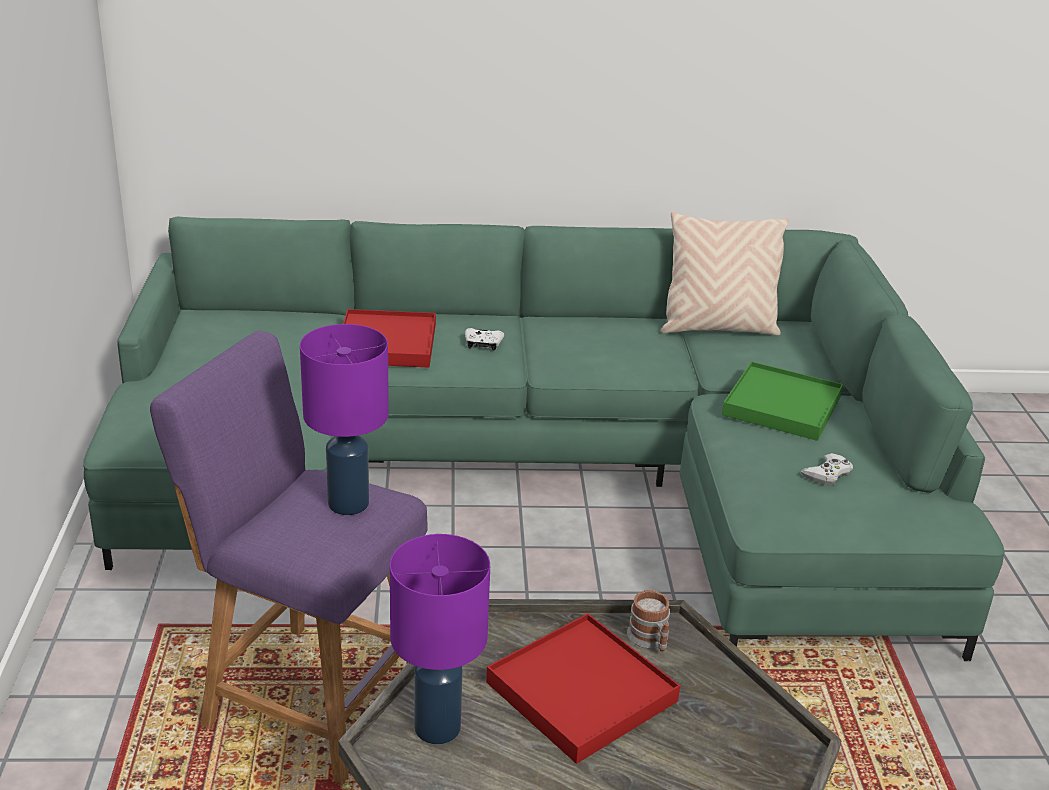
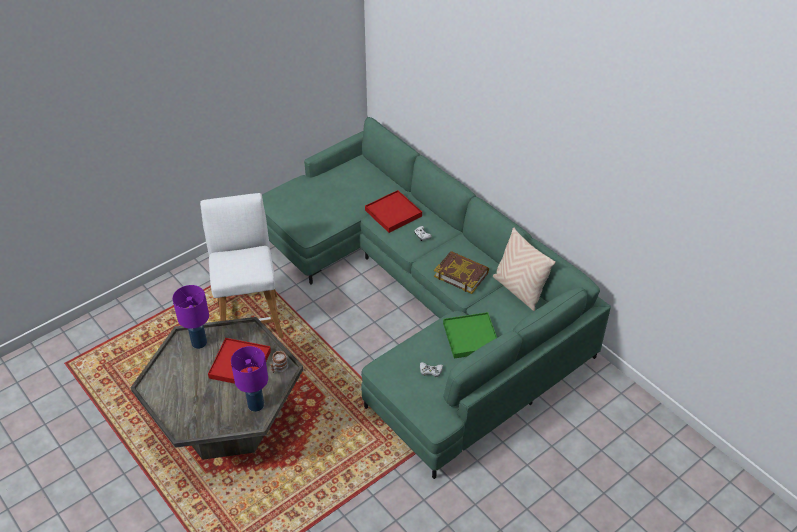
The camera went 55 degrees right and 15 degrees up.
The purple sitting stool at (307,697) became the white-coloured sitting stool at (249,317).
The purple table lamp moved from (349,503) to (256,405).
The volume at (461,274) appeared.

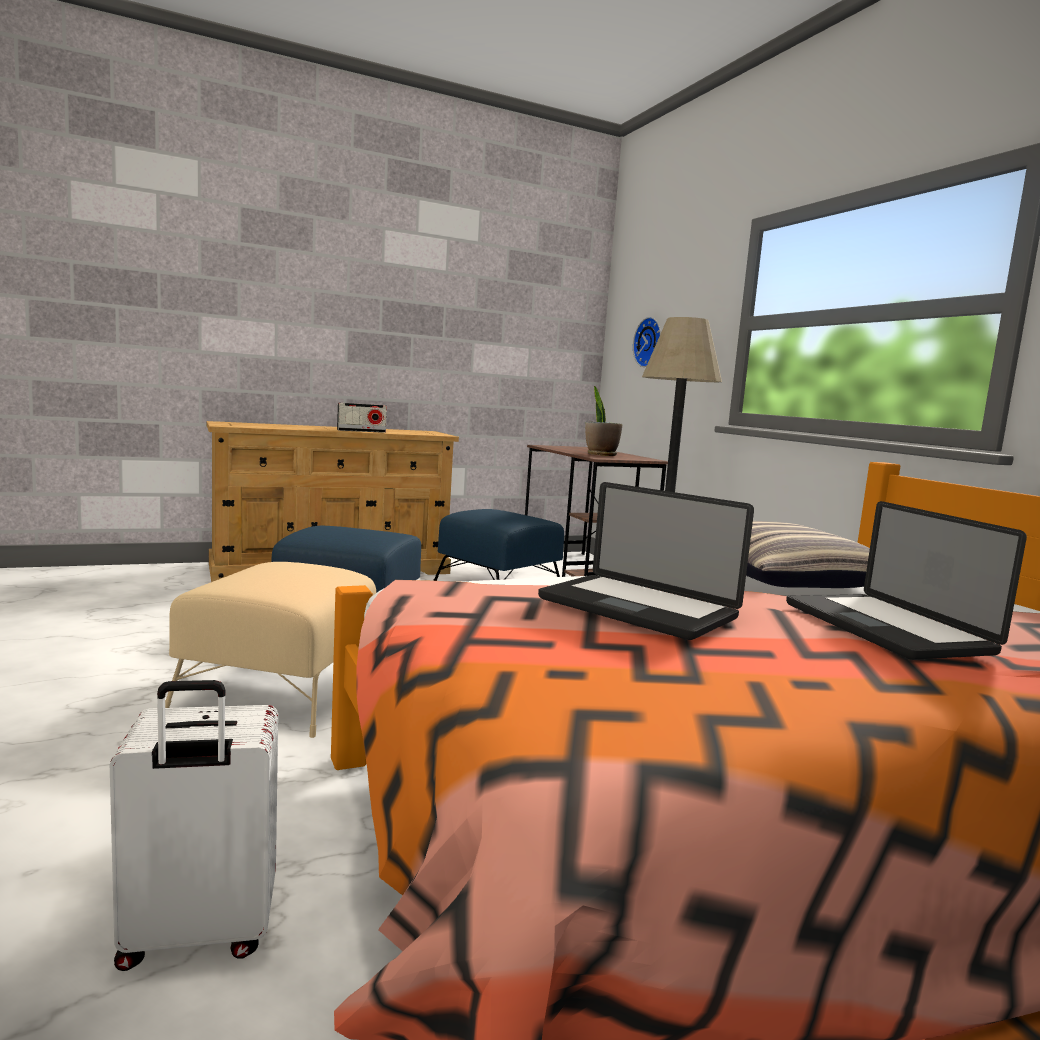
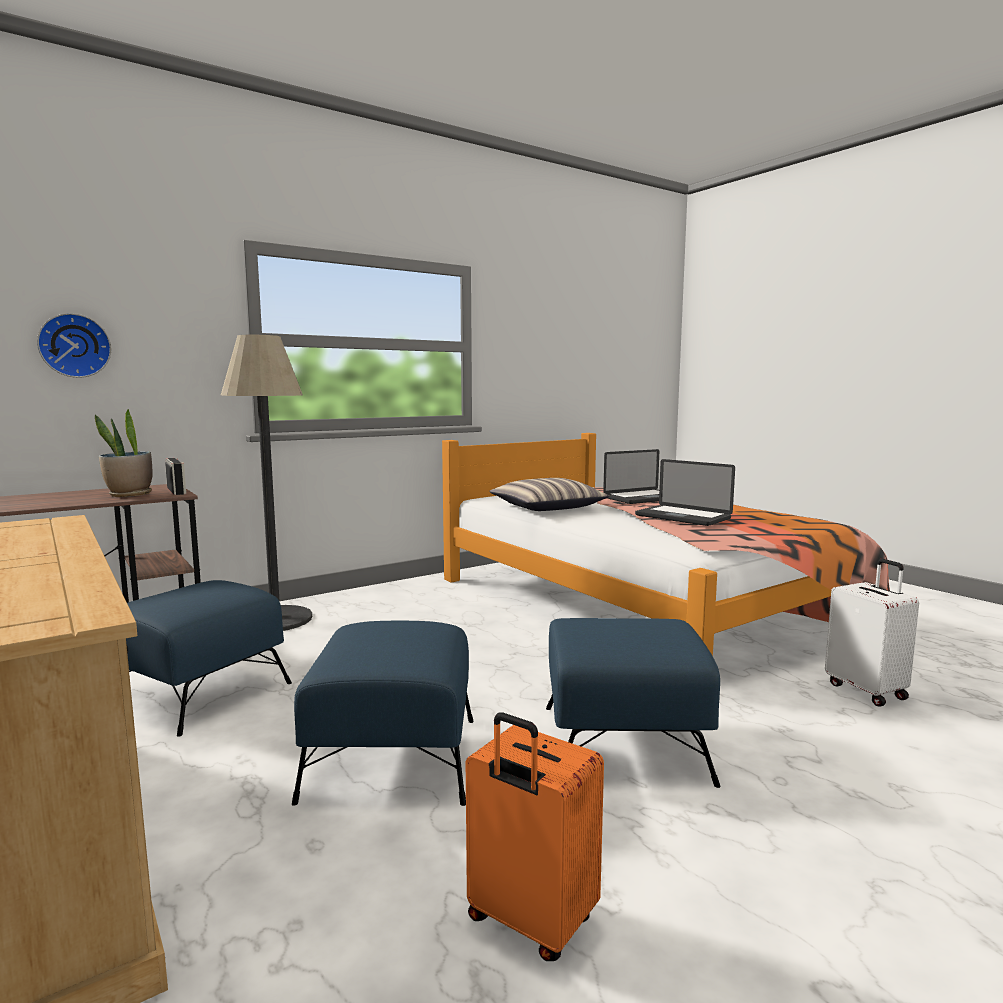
The camera went 100 degrees left and 0 degrees up.
The beige-coloured footrest at (281,692) became the blue-coloured footrest at (622,742).
The radio moved from (361,431) to (176,491).
The portable computer at (636,608) turned 105 degrees clockwise.
The orange-coloured suitcase at (529,922) appeared.

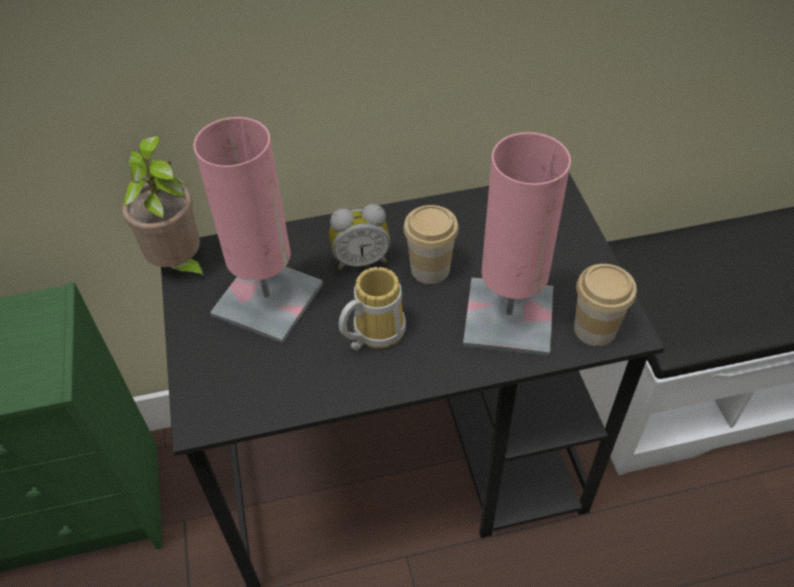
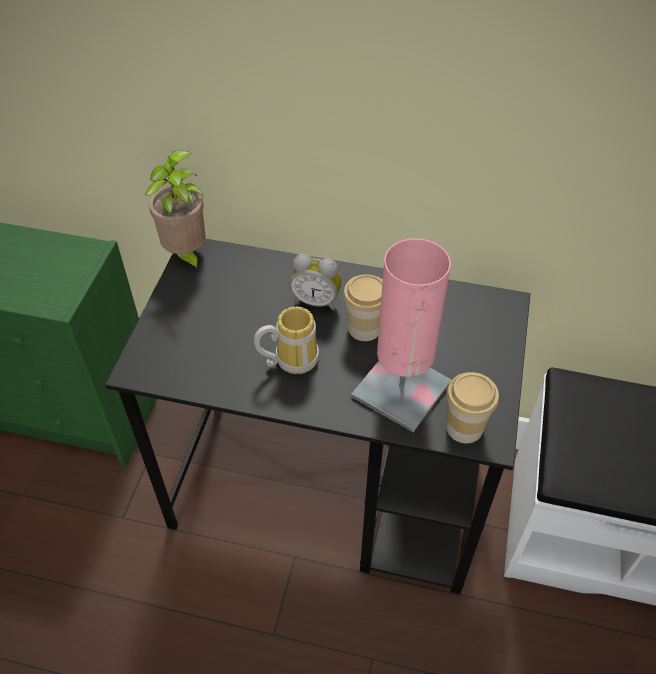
The camera went 25 degrees right and 0 degrees up.
The pinkish table lamp at (268,300) disappeared.

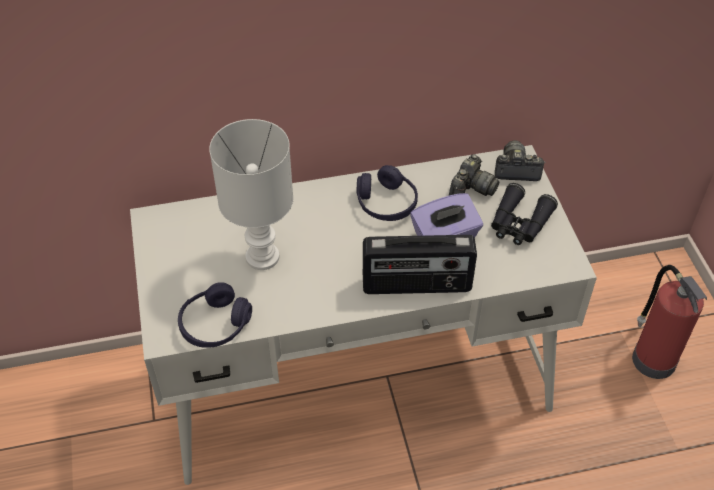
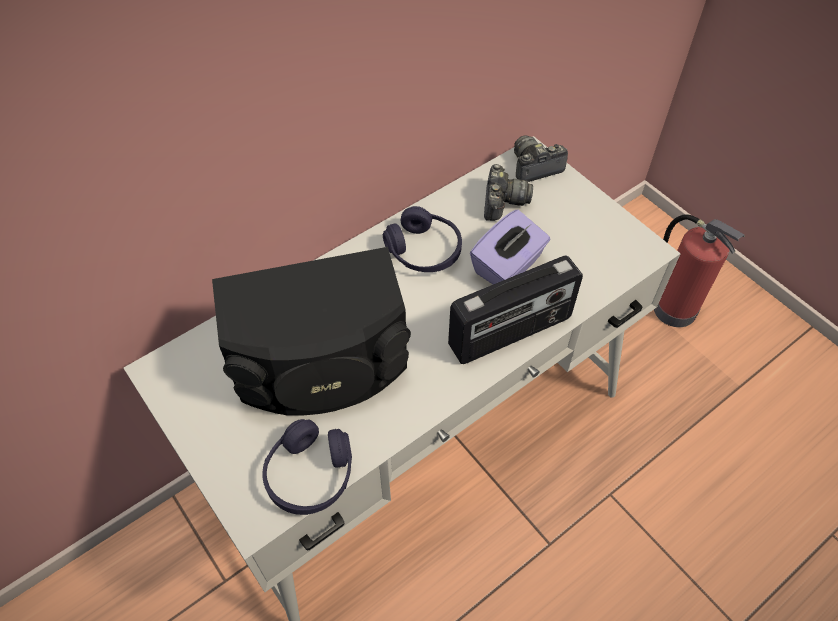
The camera went 25 degrees left and 5 degrees up.
The white-coloured table lamp at (264,256) was replaced by the blackish loudspeaker at (321,365).
The blackish pair of binoculars at (519,224) disappeared.

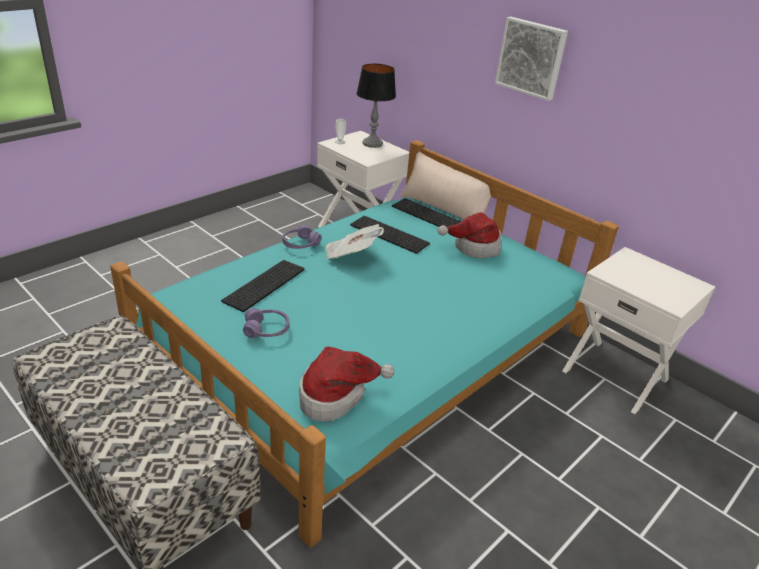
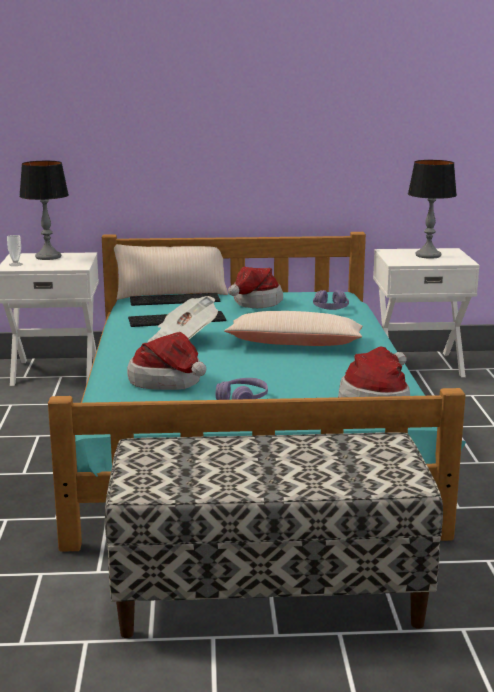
The camera went 45 degrees left and 15 degrees down.
The keyboard at (265,286) was replaced by the clothing hat at (169,382).
The purple headphones moved from (300,244) to (330,308).
The wall art at (531,58) disappeared.
The beige-coloured throw pillow at (294,344) appeared.
The table lamp at (428,255) appeared.

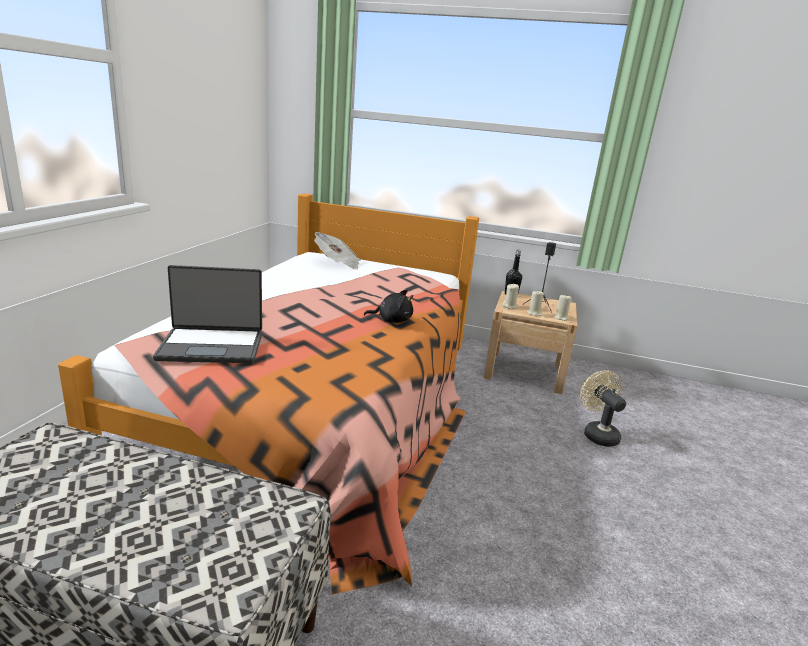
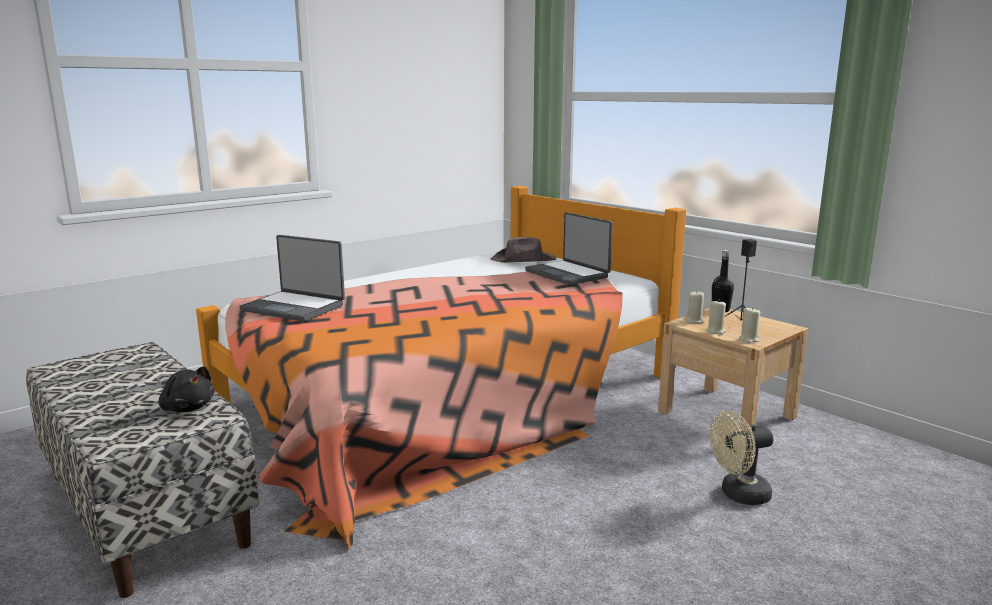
The camera went 35 degrees right and 5 degrees down.
The newspaper at (337,264) was replaced by the brownish clothing hat at (524,260).
The blackish plush toy moved from (392,320) to (187,408).
The beige-coloured cooling fan at (597,434) turned 120 degrees counterclockwise.
The portable computer at (568,274) appeared.

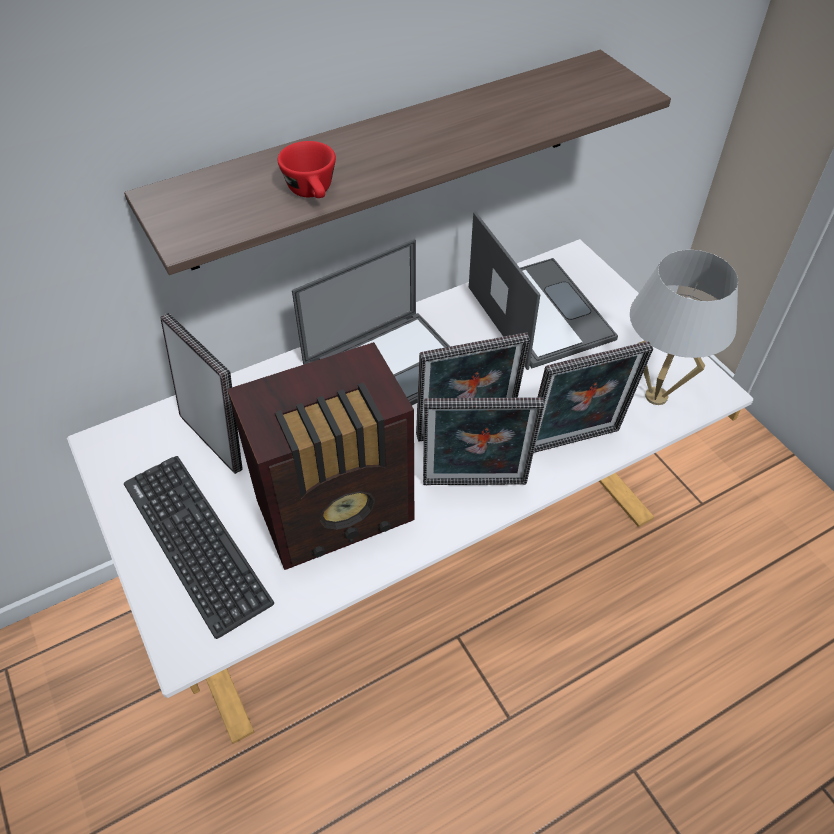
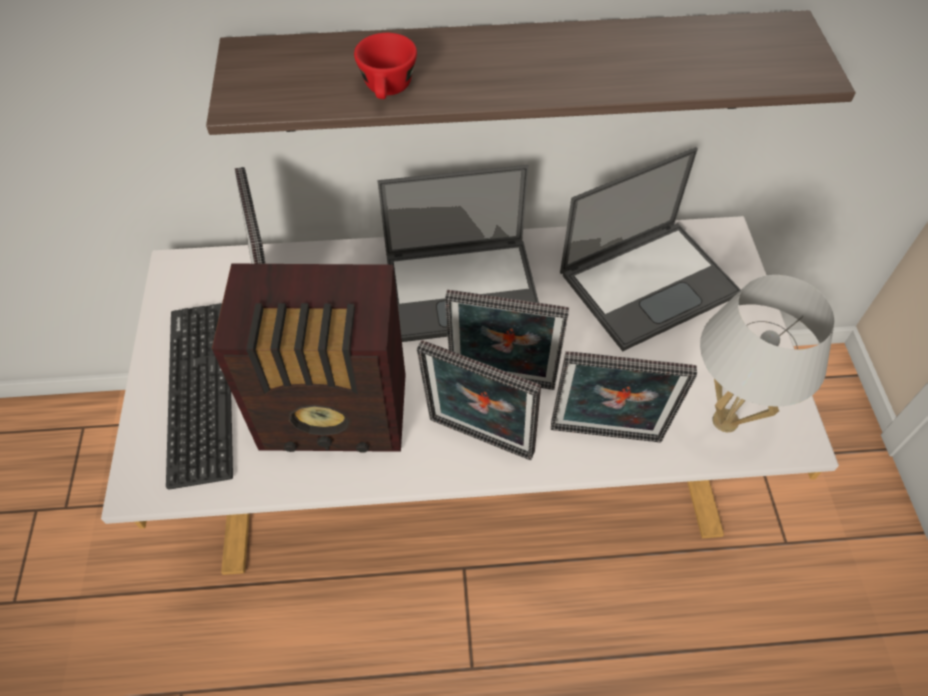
The camera went 25 degrees right and 5 degrees up.
The portable computer at (538,312) turned 60 degrees clockwise.

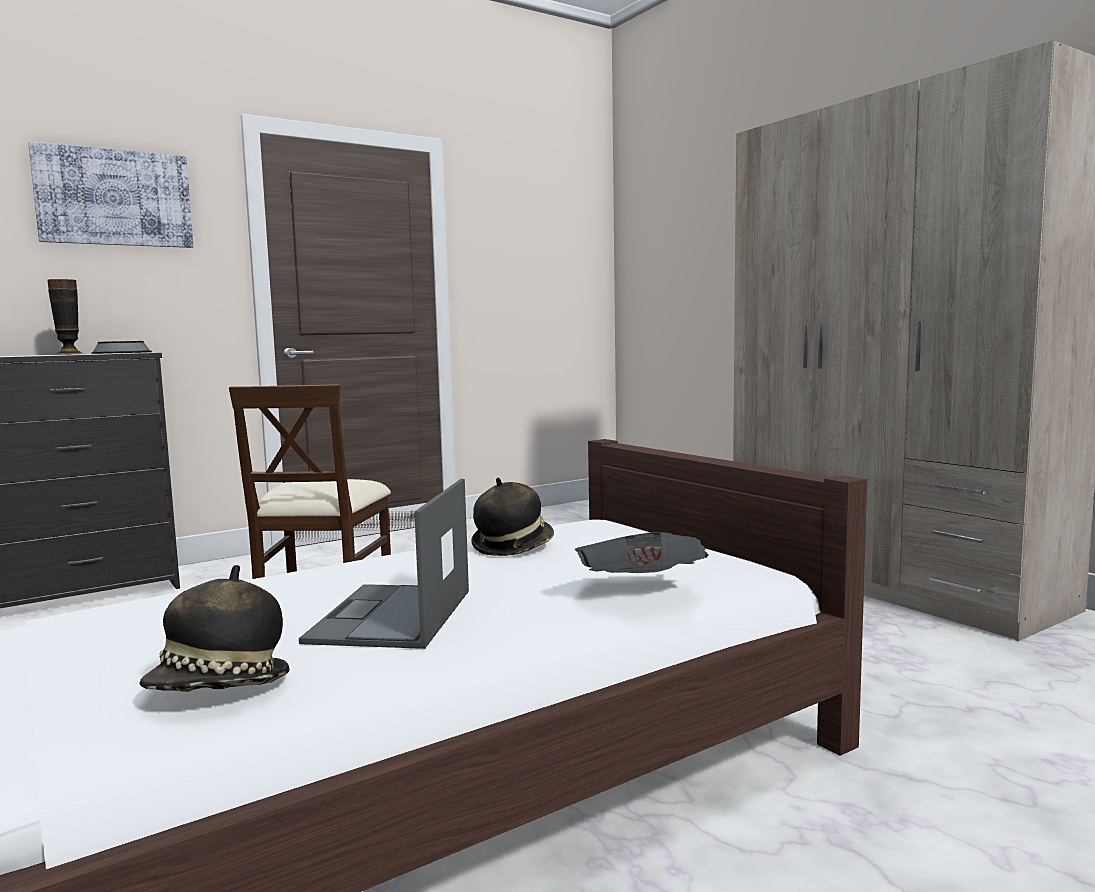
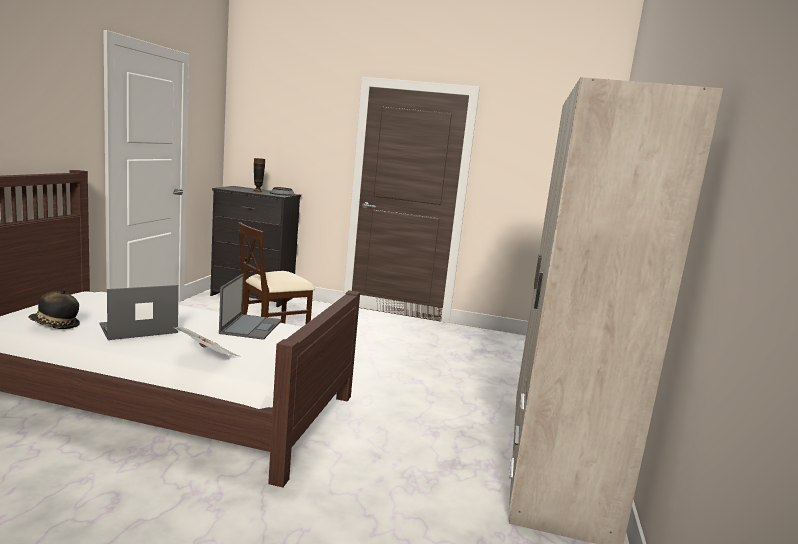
The camera went 45 degrees right and 5 degrees up.
The wall art at (114,198) disappeared.
The clothing hat at (512,547) was replaced by the portable computer at (251,327).

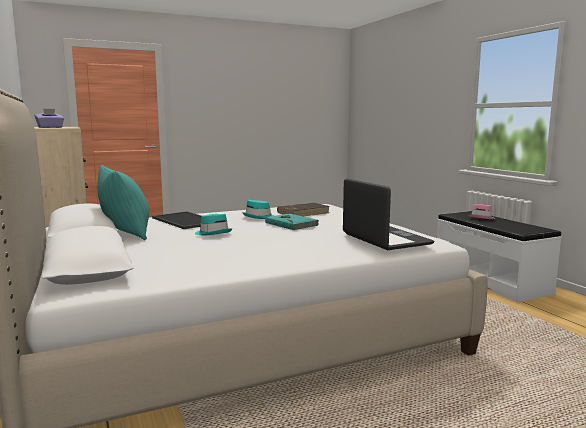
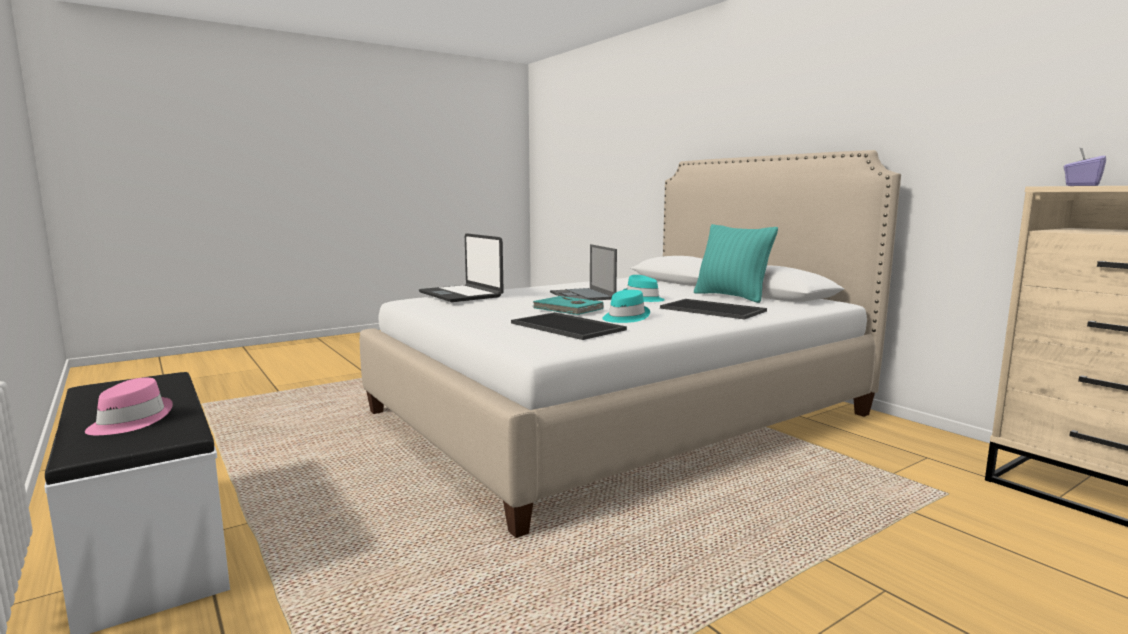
The camera went 170 degrees right and 0 degrees up.
The brownish volume at (303,212) was replaced by the carrying tray at (565,326).
The portable computer at (582,296) appeared.

